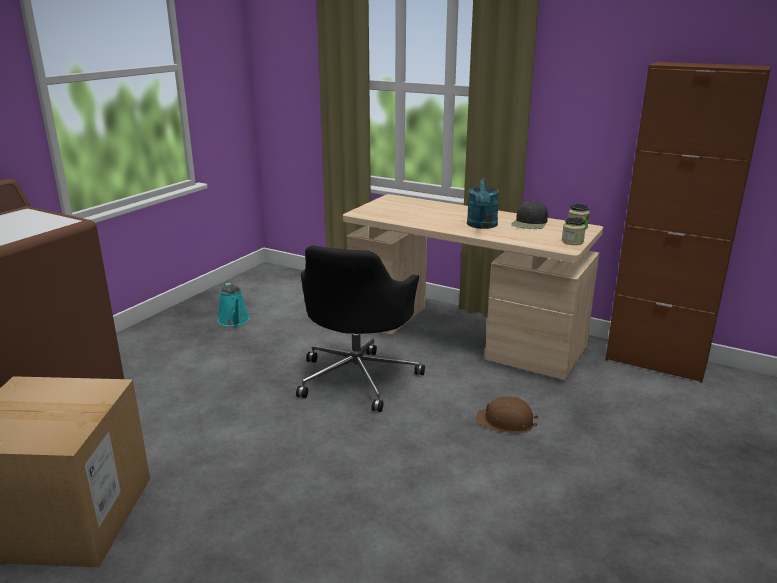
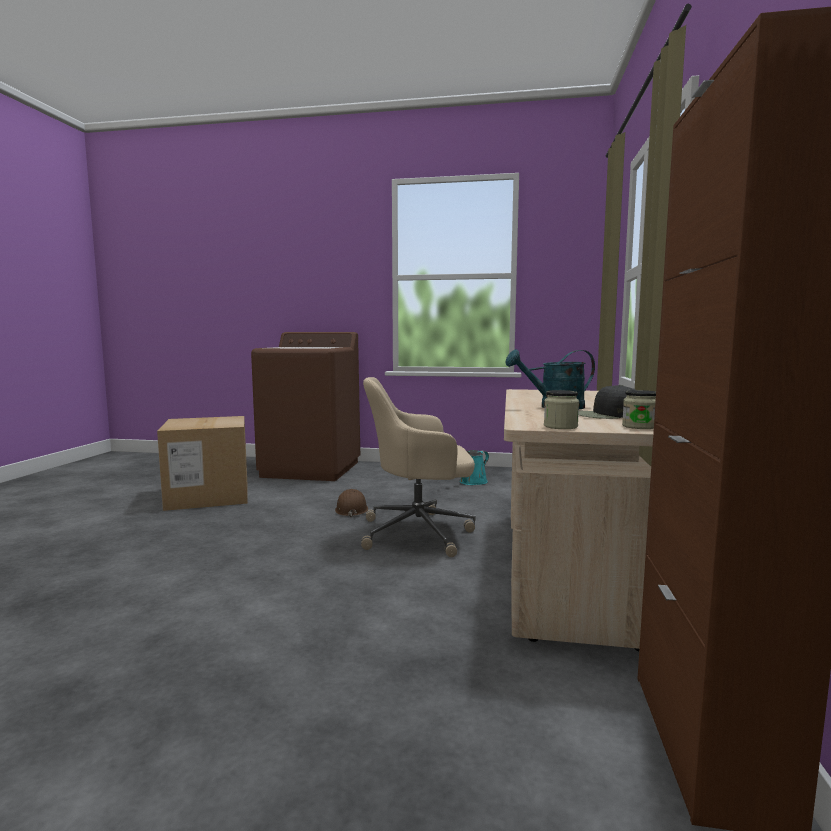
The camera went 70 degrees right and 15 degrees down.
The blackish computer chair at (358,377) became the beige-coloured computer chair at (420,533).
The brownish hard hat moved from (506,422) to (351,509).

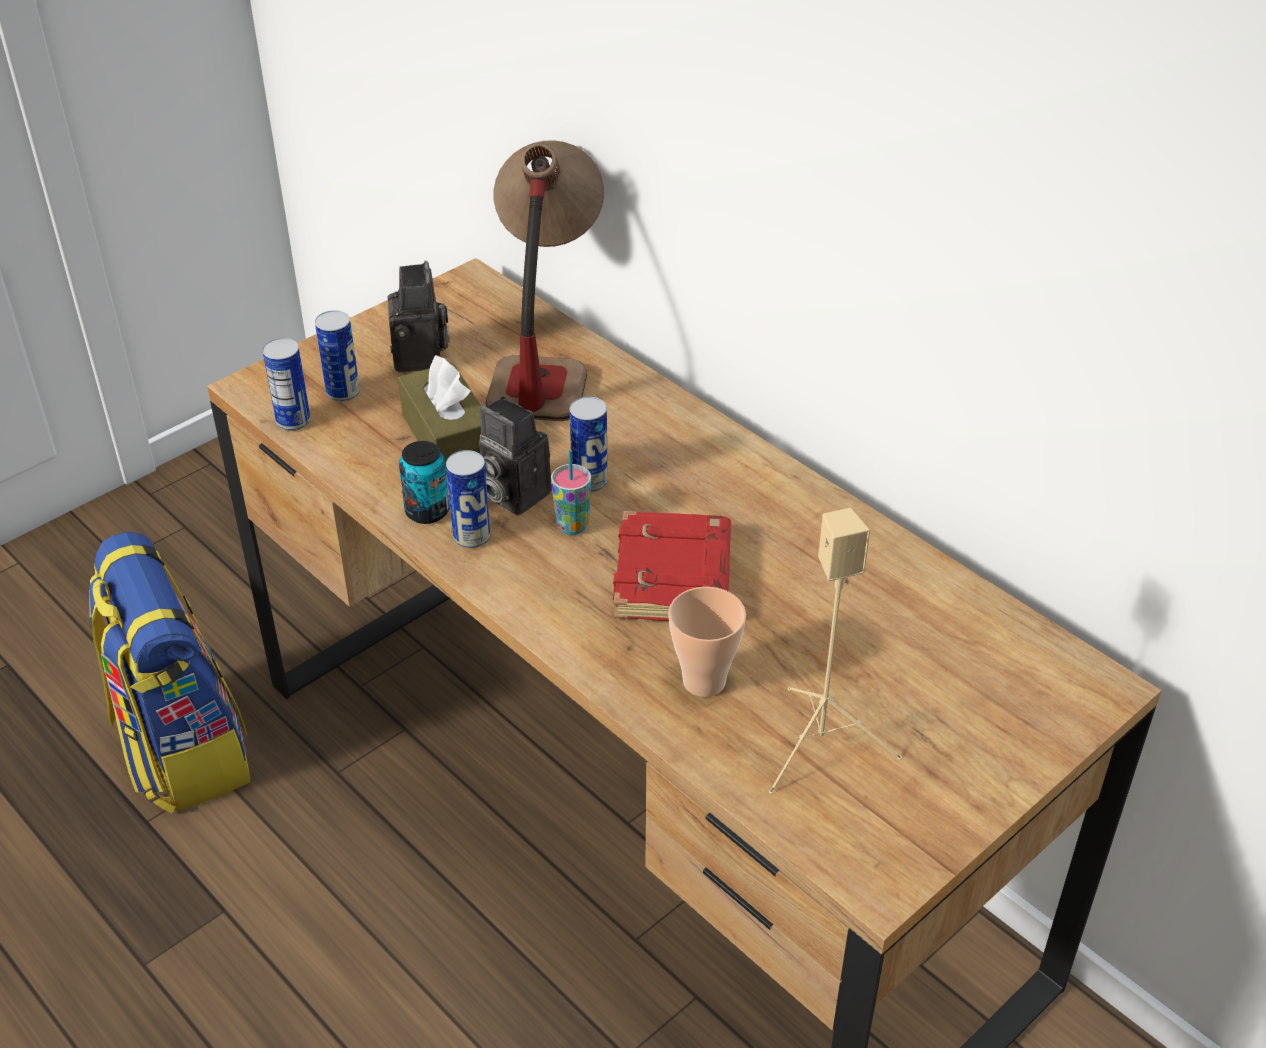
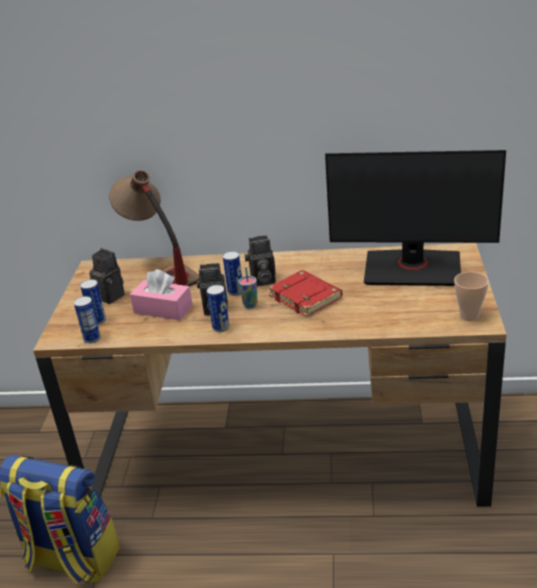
The camera went 40 degrees left and 10 degrees down.
The brownish box of tissues at (448,437) became the pinkish box of tissues at (163,309).
The metal can at (427,511) disappeared.
The cup moved from (704,681) to (469,315).
The beige-coloured loudspeaker at (822,745) disappeared.
The still camera at (262,281) appeared.
The monitor at (412,268) appeared.

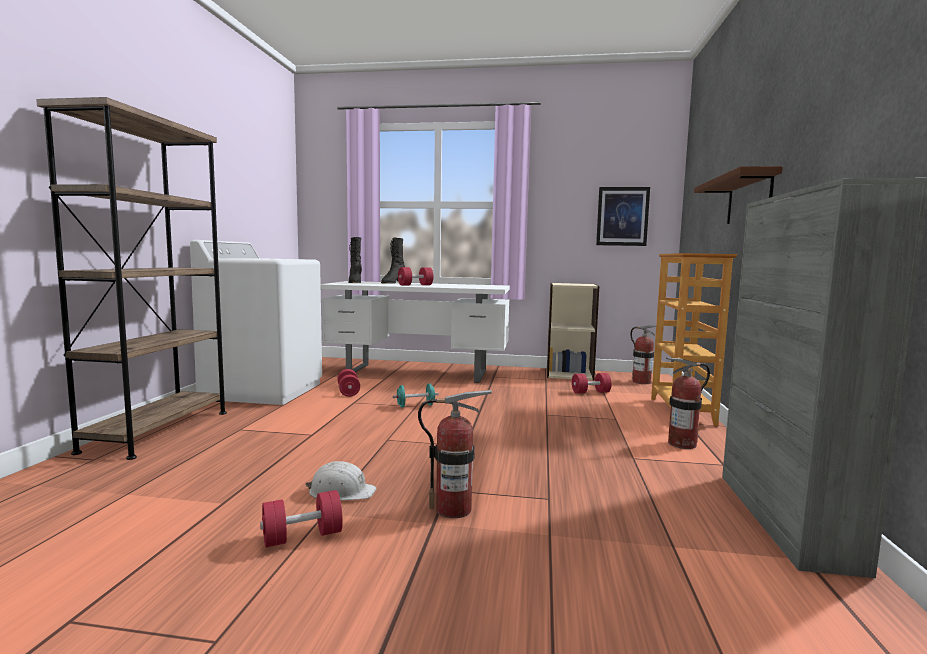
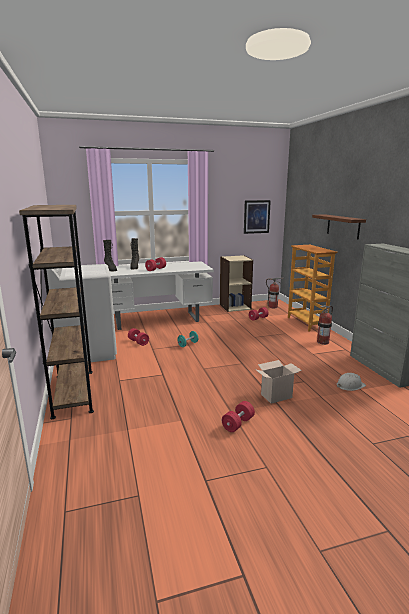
The camera went 25 degrees left and 10 degrees up.
The white-coloured hard hat moved from (341,492) to (350,385).
The extinguisher at (453,509) was replaced by the cardboard box at (276,395).

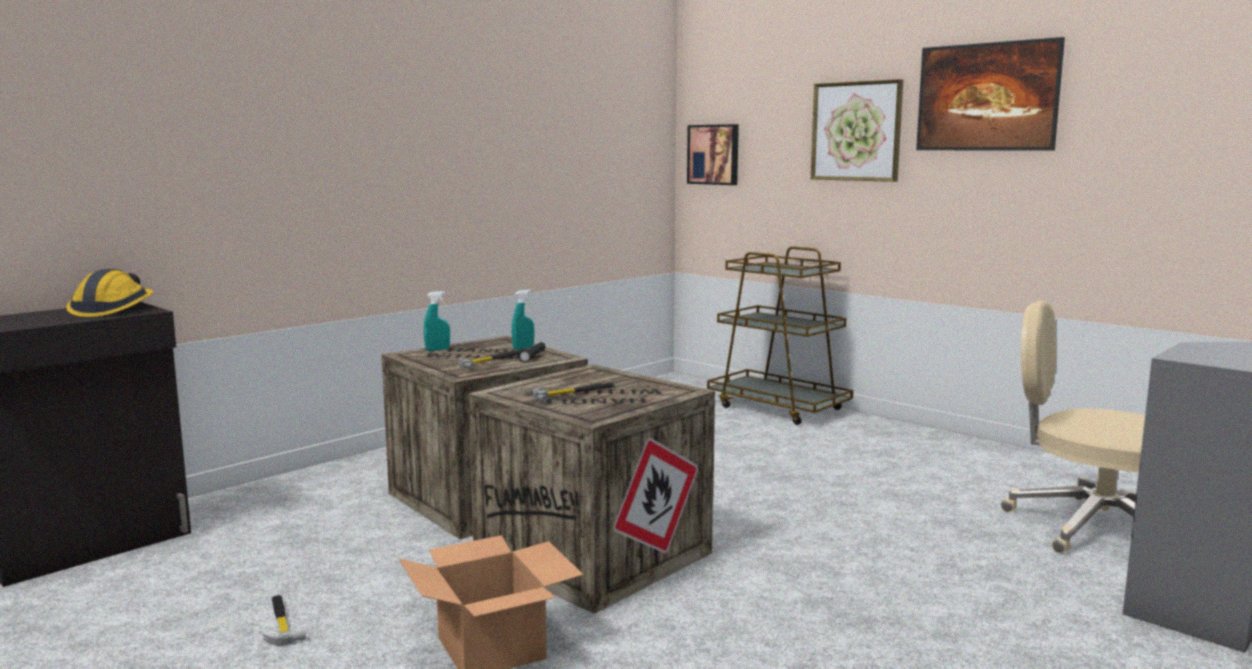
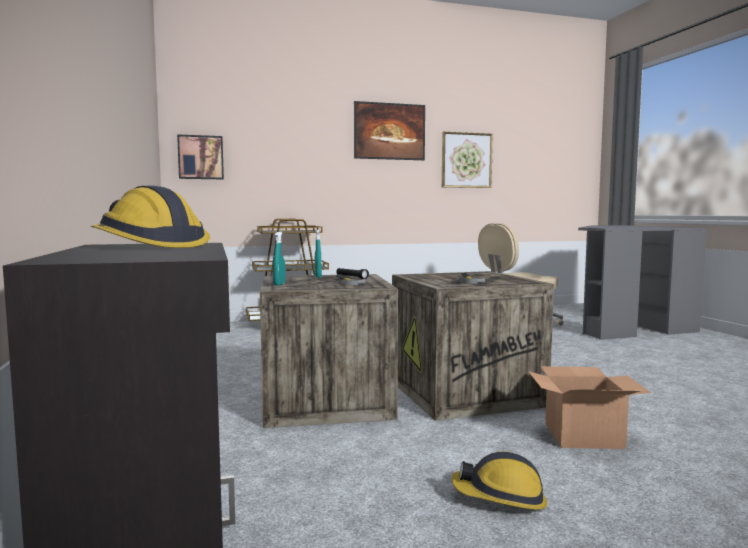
The camera went 60 degrees left and 5 degrees down.
The tool hammer at (280,622) was replaced by the hard hat at (500,497).
The wall art moved from (856,131) to (466,160).

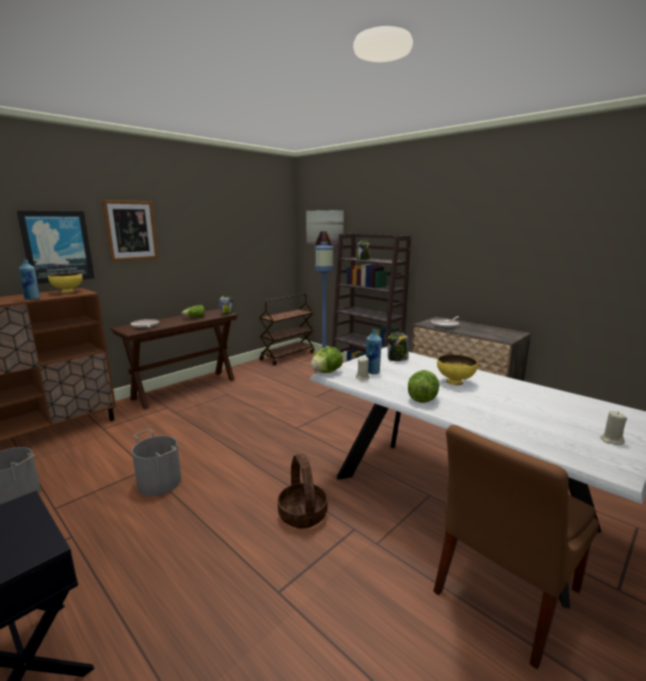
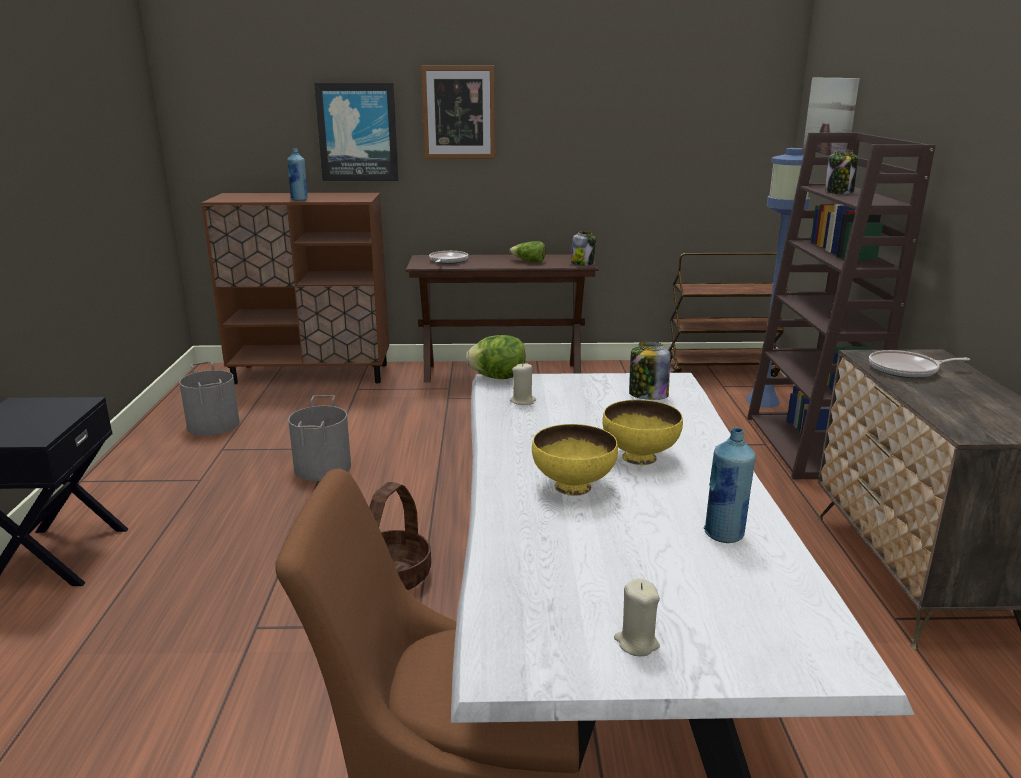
The camera went 45 degrees right and 5 degrees up.
The yellowish serving bowl moved from (68,292) to (572,487).
The blue-coloured bottle moved from (372,372) to (724,534).
The lettuce at (422,399) disappeared.

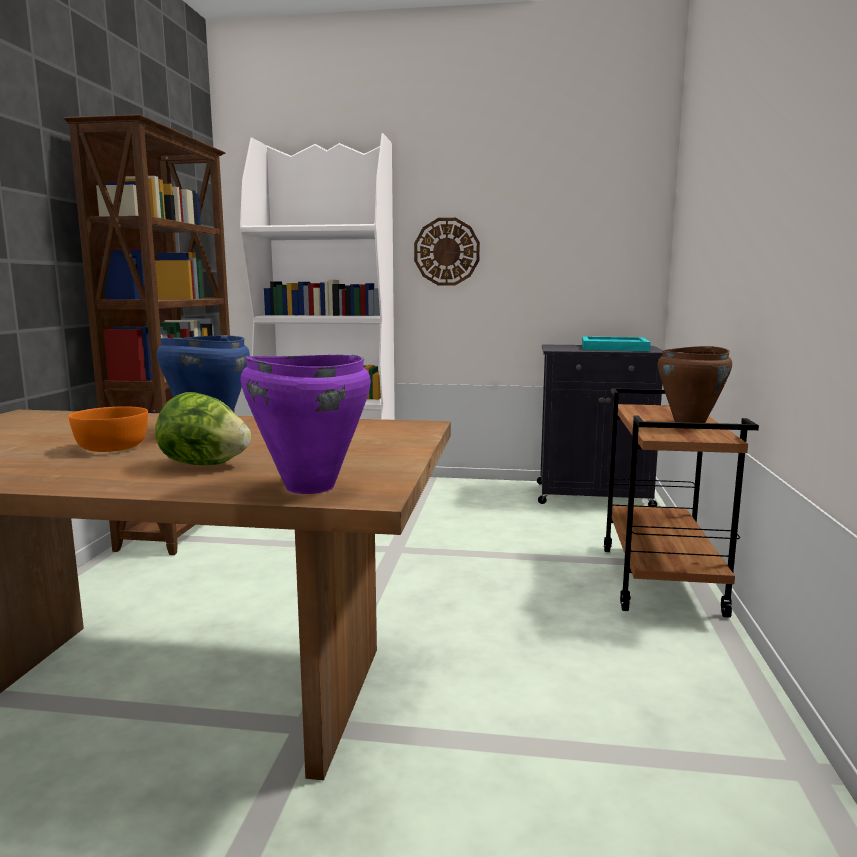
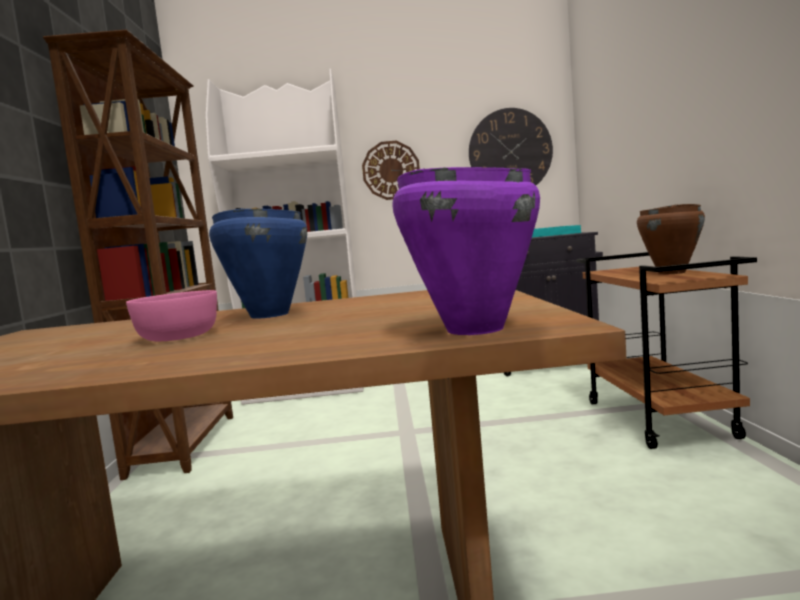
The camera went 10 degrees left and 5 degrees down.
The orange-coloured serving bowl at (111,447) became the pinkish serving bowl at (177,337).
The lettuce at (204,464) disappeared.
The hanging clock at (510,151) appeared.

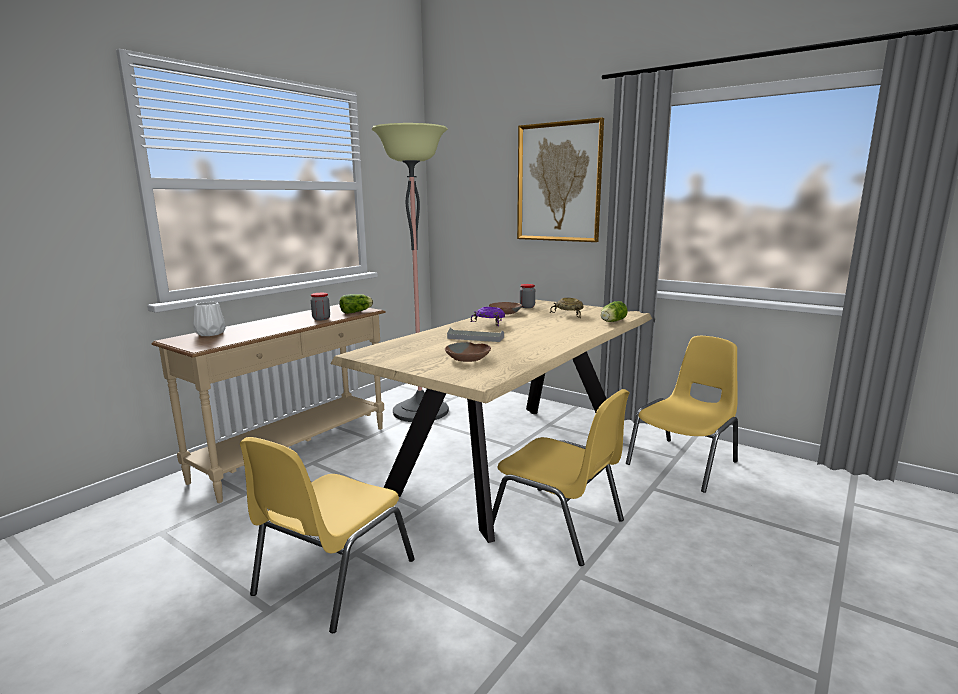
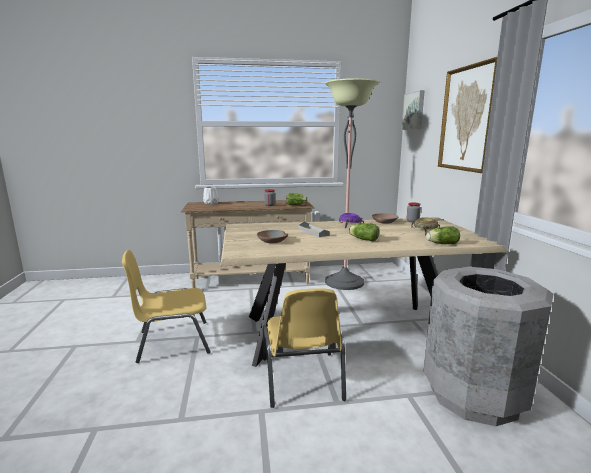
The camera went 45 degrees right and 0 degrees up.
The yellowish chair at (684,463) was replaced by the greyish trash can at (475,395).
The lettuce at (363,239) appeared.
The wall art at (414,111) appeared.

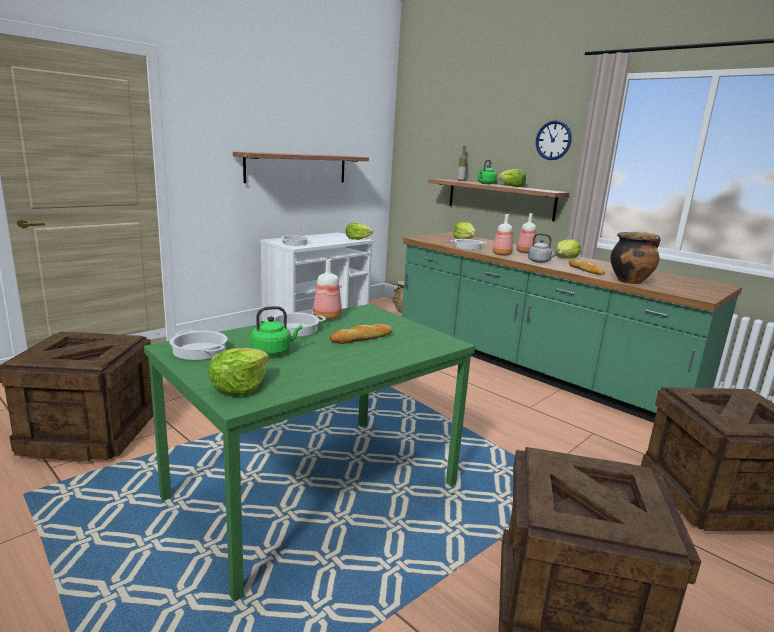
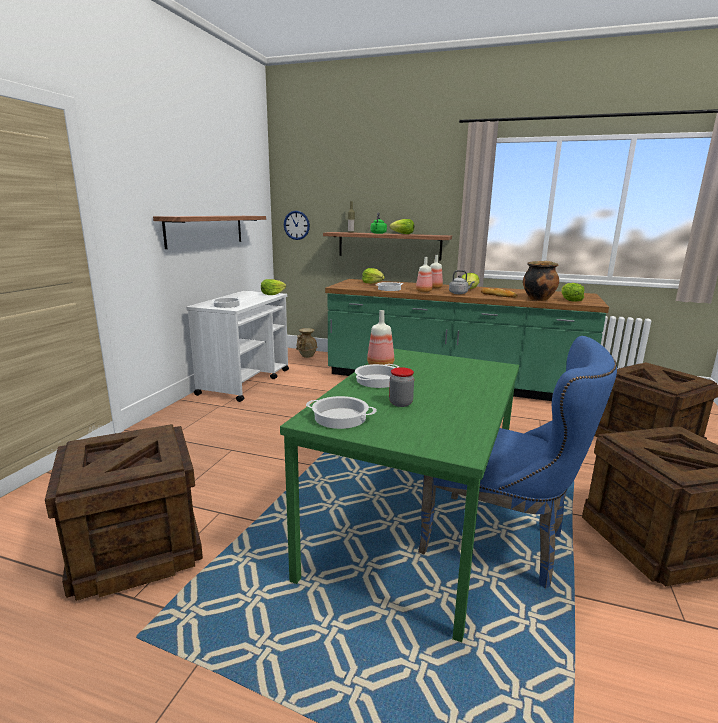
The camera went 25 degrees left and 0 degrees up.
The lettuce moved from (239,387) to (570,300).
The green water kettle at (273,351) was replaced by the storage jar at (400,403).
The bread at (362,338) disappeared.
The hanging clock moved from (553,140) to (296,225).
The blue-coloured chair at (502,543) appeared.

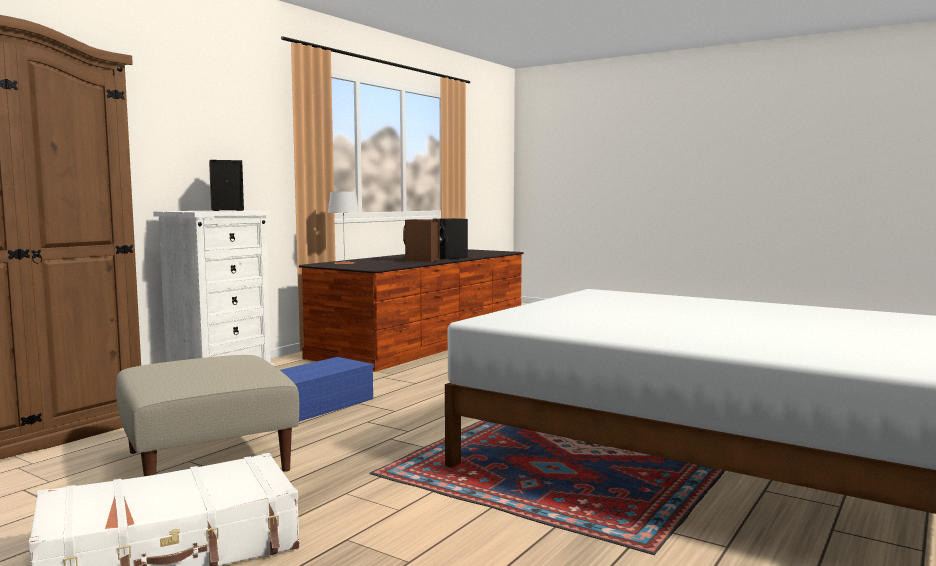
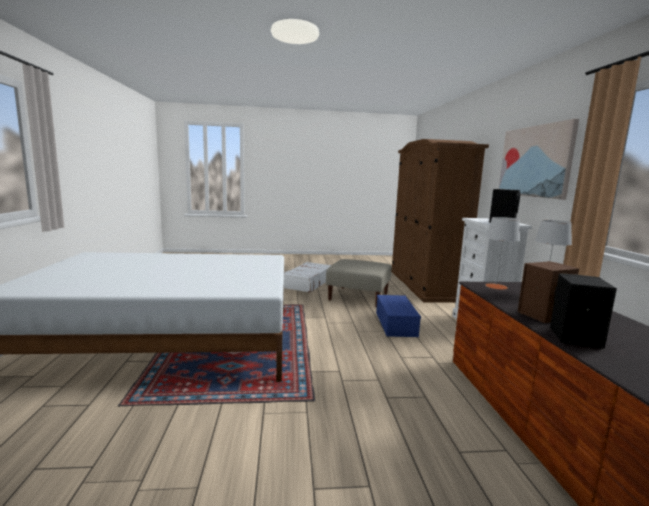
The camera went 140 degrees right and 5 degrees up.
The greyish table lamp at (496,286) appeared.
The wall art at (535,161) appeared.

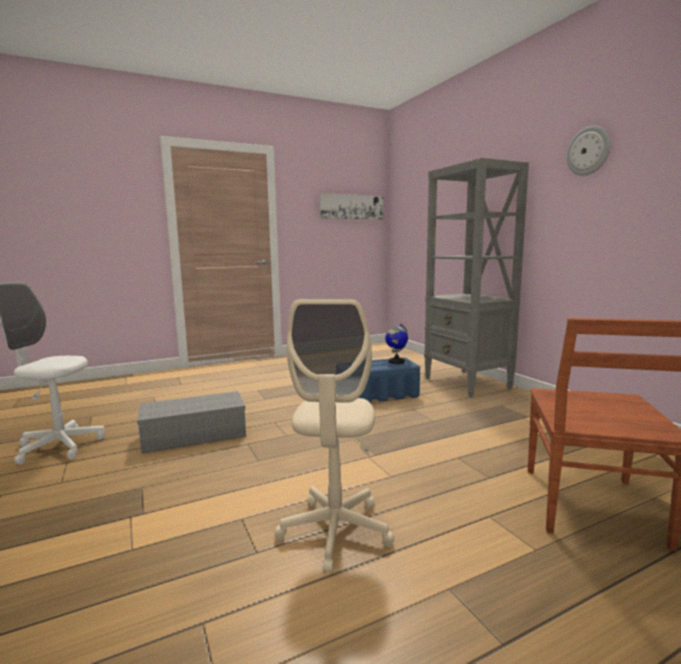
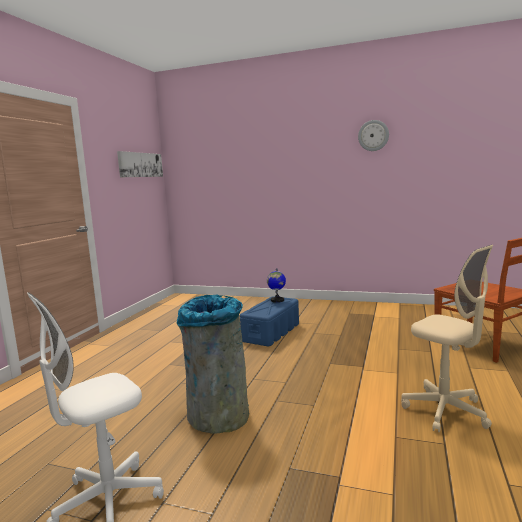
The camera went 45 degrees left and 0 degrees up.
The greyish storage bin at (196,434) was replaced by the greyish trash can at (218,416).
The greyish bookcase at (467,383) disappeared.

